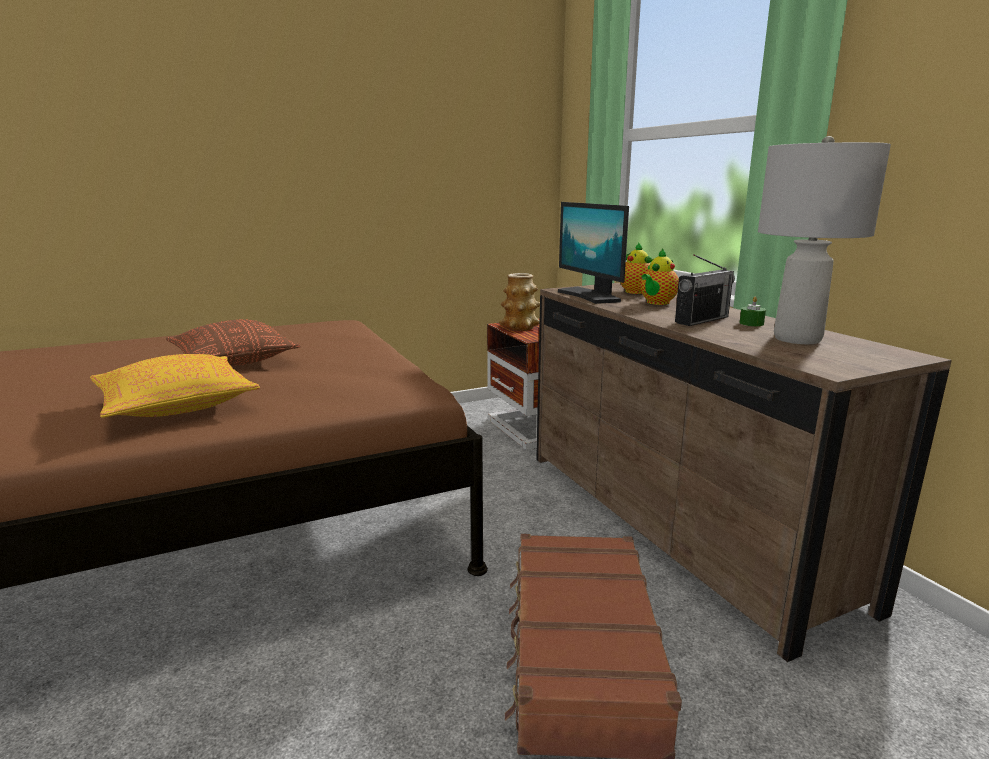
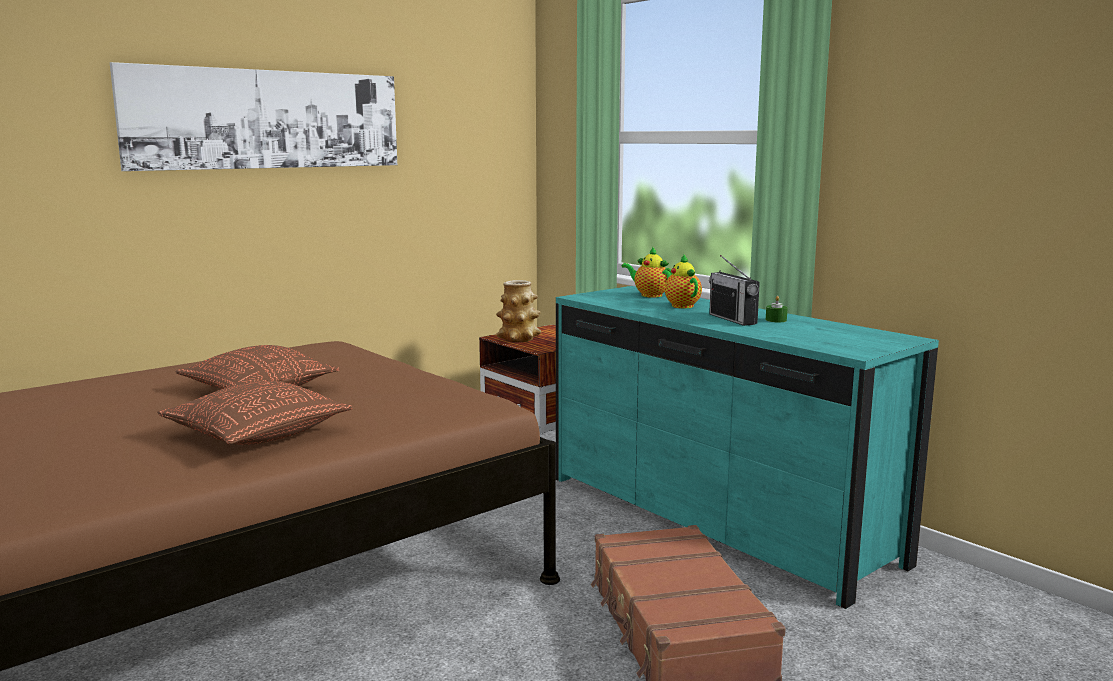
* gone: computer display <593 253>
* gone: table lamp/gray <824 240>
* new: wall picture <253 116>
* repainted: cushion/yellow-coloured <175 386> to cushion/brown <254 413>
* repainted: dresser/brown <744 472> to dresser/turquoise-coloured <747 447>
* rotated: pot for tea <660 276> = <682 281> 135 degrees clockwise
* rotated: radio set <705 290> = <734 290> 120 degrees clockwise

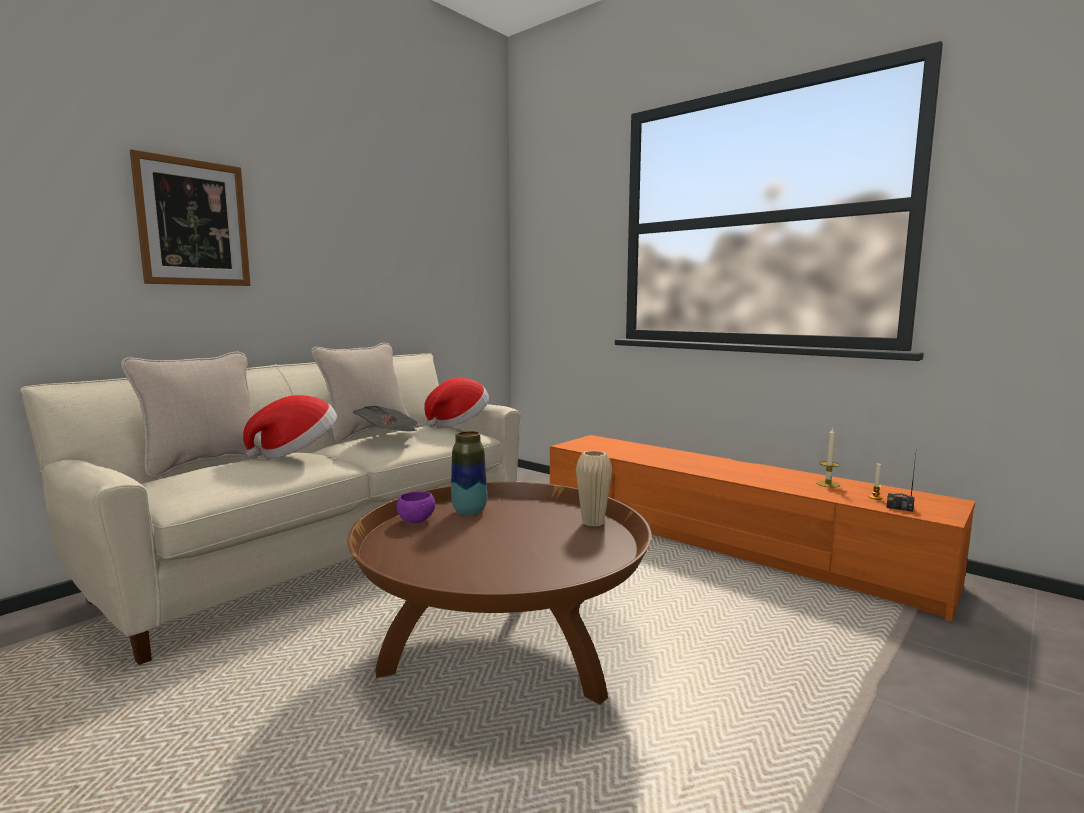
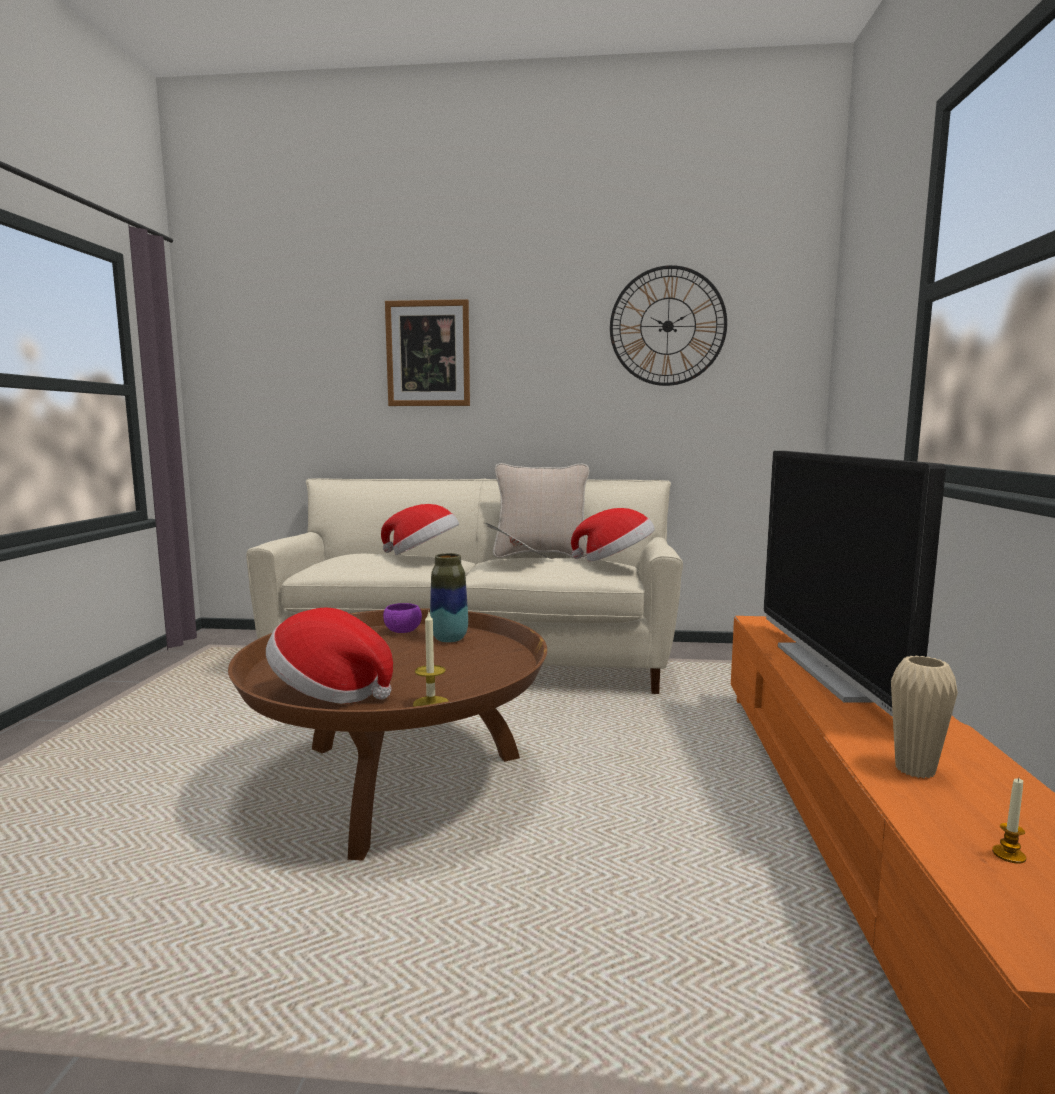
* gone: cushion/beige <193 415>
* gone: radio set <901 483>
* new: wearable hat <329 656>
* new: clock on the wall <668 325>
* new: TV set <855 584>
* shifted: decorative vase/beige <594 489> to <924 717>
* shifted: wax light <828 458> to <430 659>

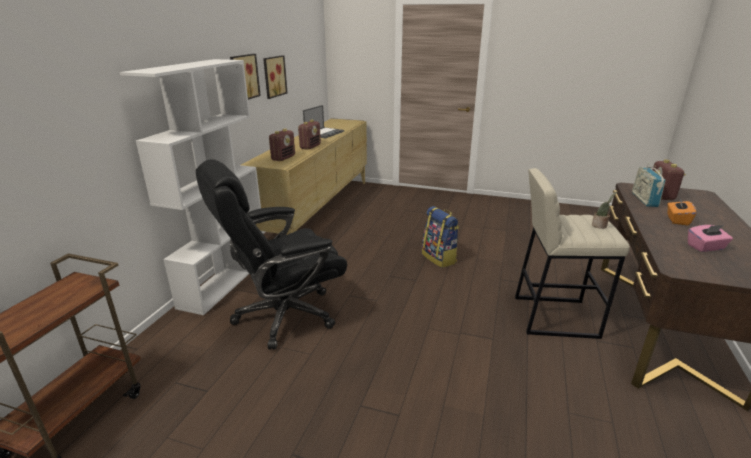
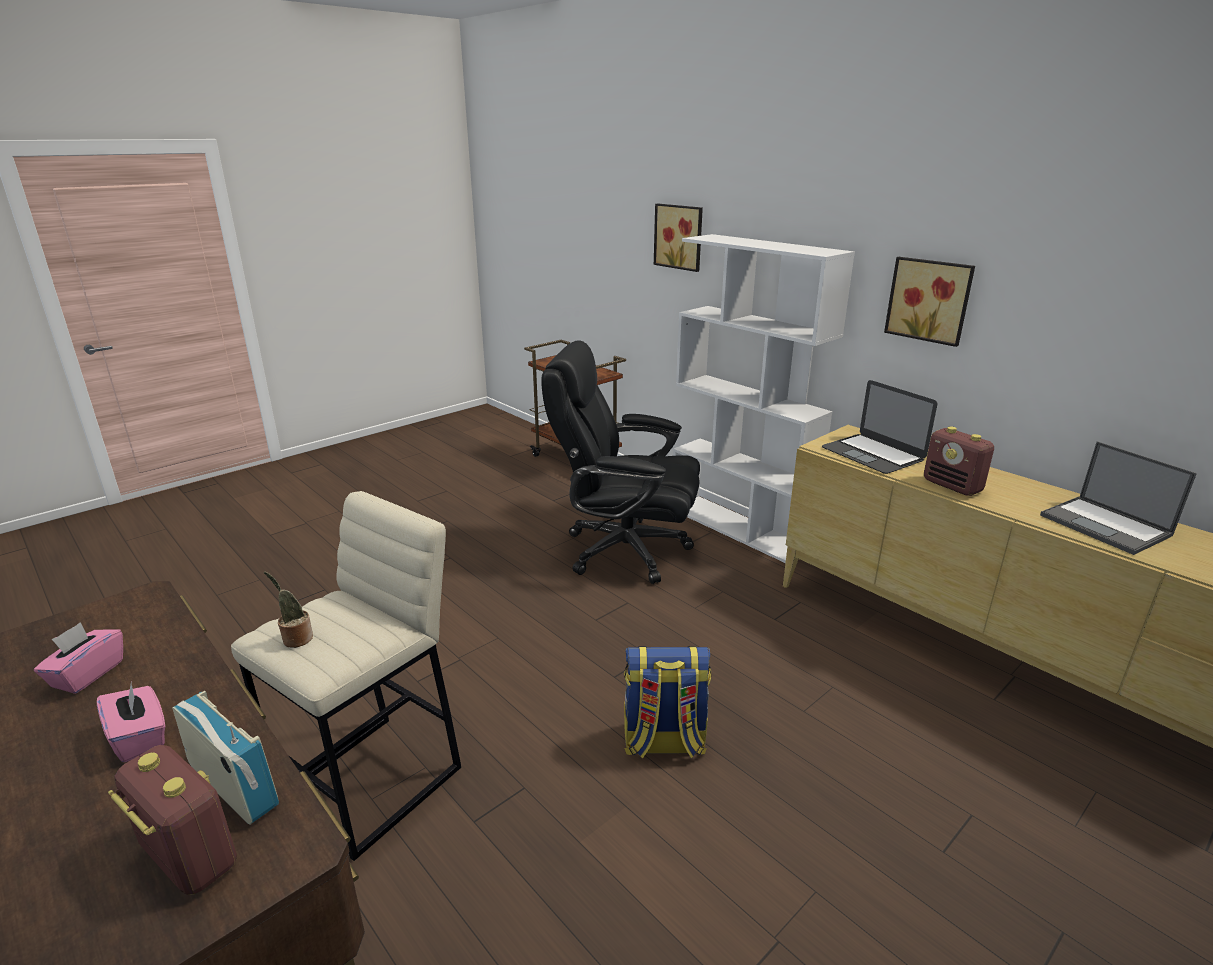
* shifted: wall picture <275 77> to <678 238>
* swapped: radio set <282 145> to notebook computer <879 427>
* repainted: tissue box/orange <681 212> to tissue box/pinkish <131 723>
* rotated: office chair/black-coloured <271 254> = <620 462> 75 degrees counterclockwise

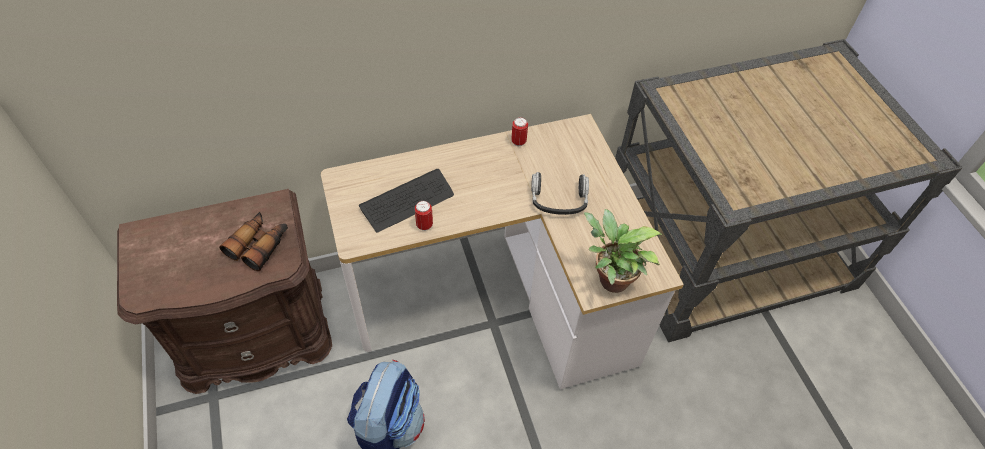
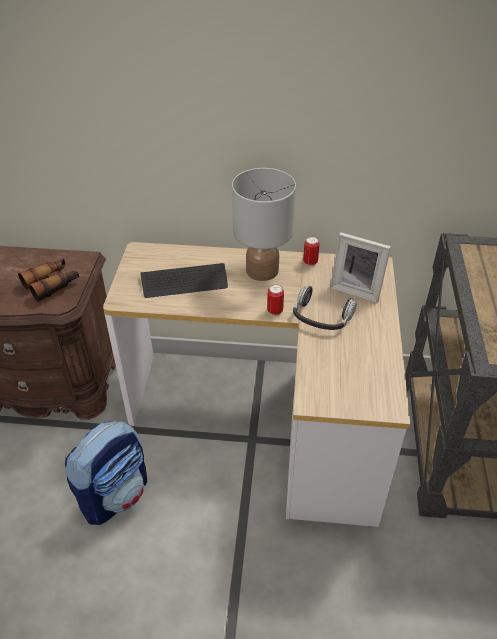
* gone: potted plant <623 251>
* new: table lamp/gray <264 224>
* new: standing frame <360 267>
* shifted: metal can <424 216> to <275 300>

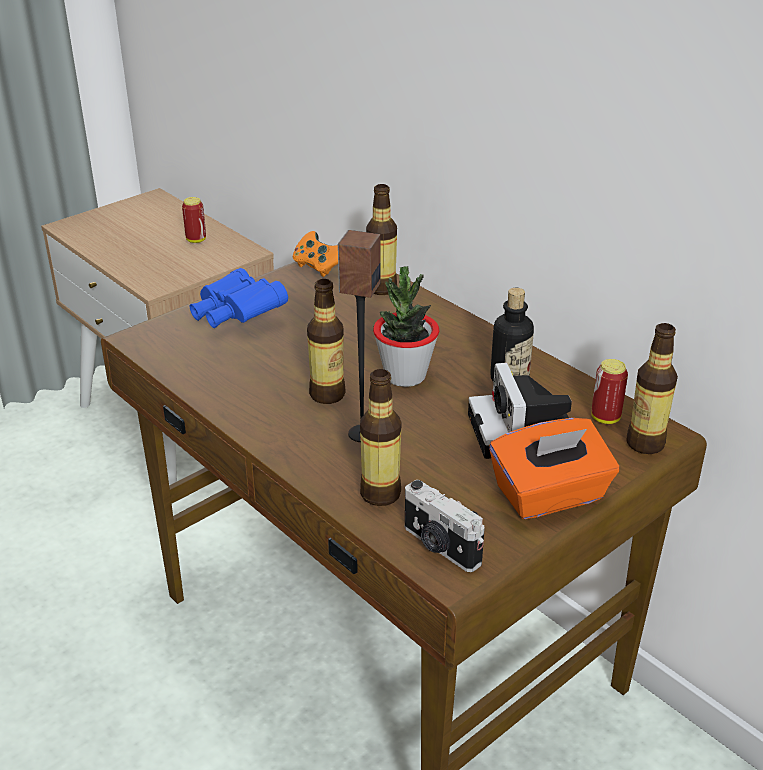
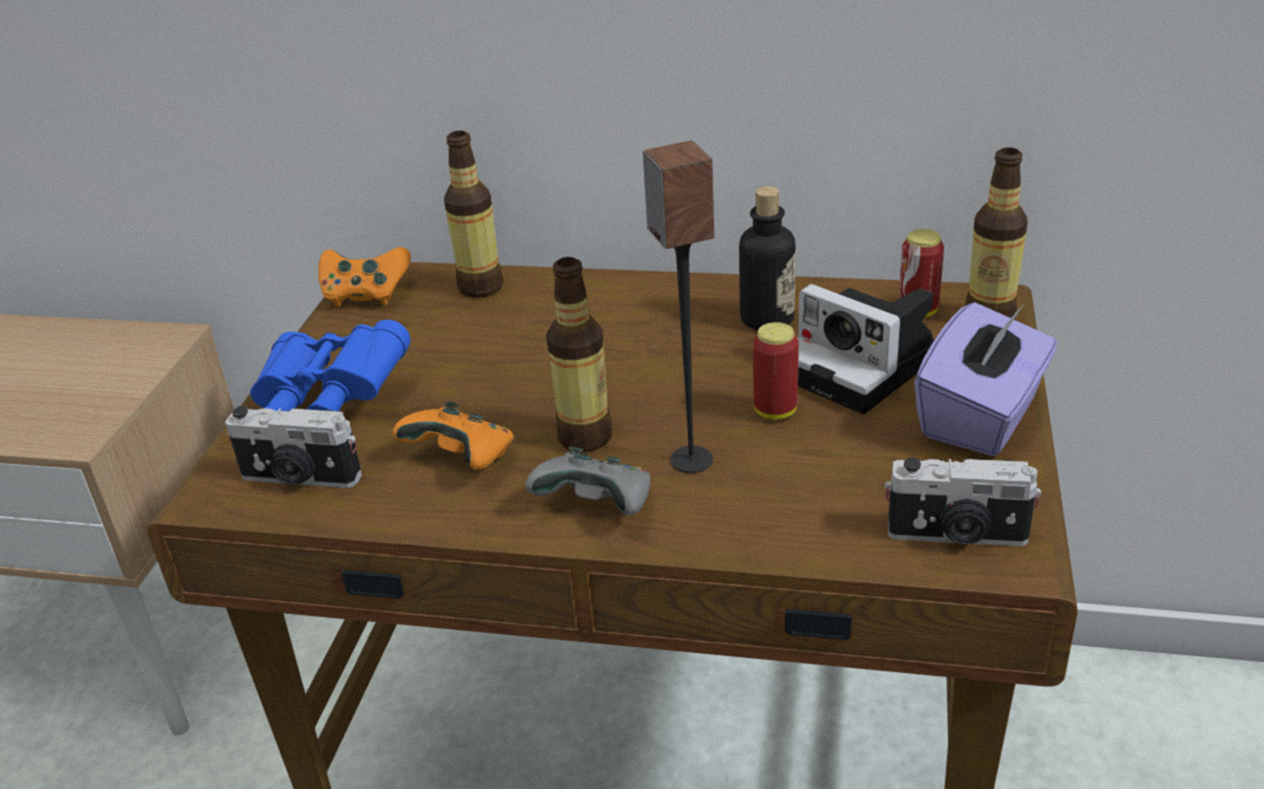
* gone: drink bottle <380 437>
* gone: potted plant <406 326>
* new: photo camera <293 447>
* new: gamepad/orange <453 435>
* new: gamepad/gray <588 481>
* shifted: metal can <194 220> to <776 371>
* repainted: tissue box/orange <554 468> to tissue box/purple <985 379>

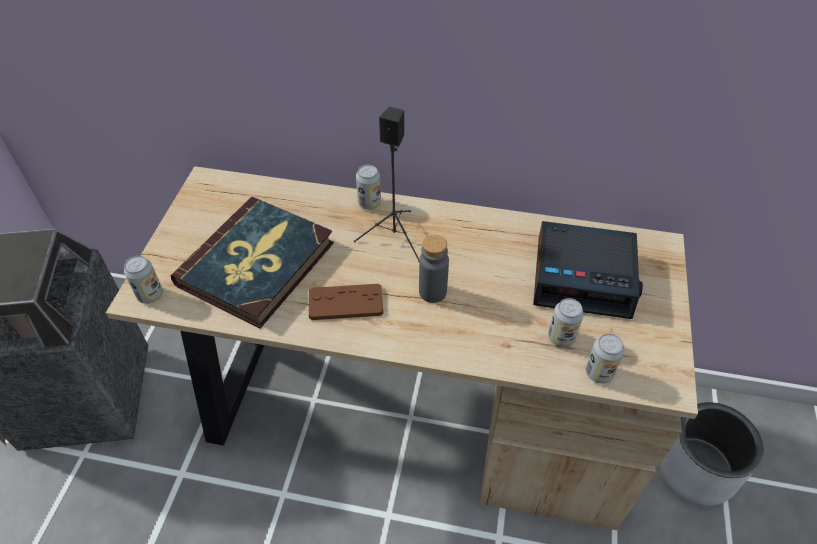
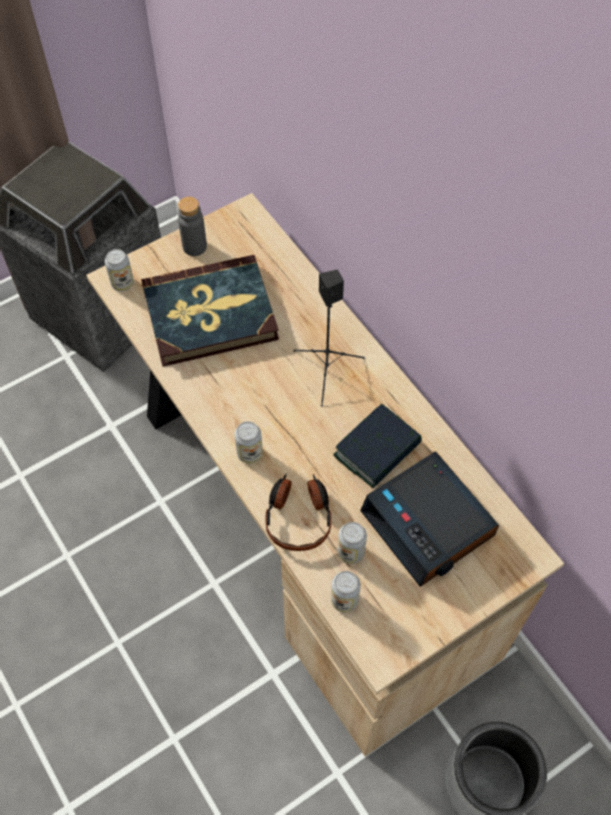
* gone: gamepad/brown <346 302>
* new: headset <299 512>
* new: volume <377 446>
* shifted: metal can <368 187> to <249 442>
* shifted: drink bottle/gray <434 269> to <192 226>

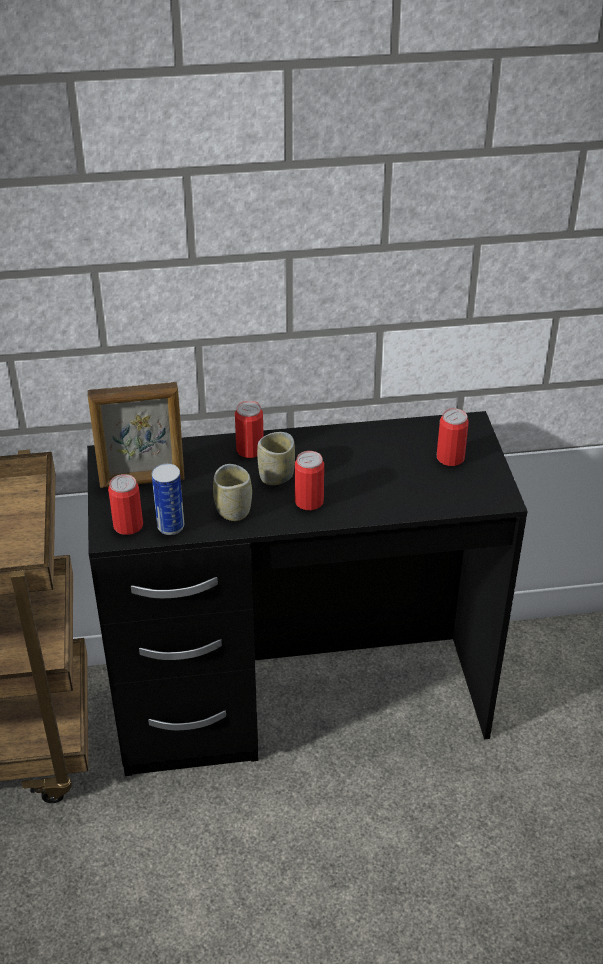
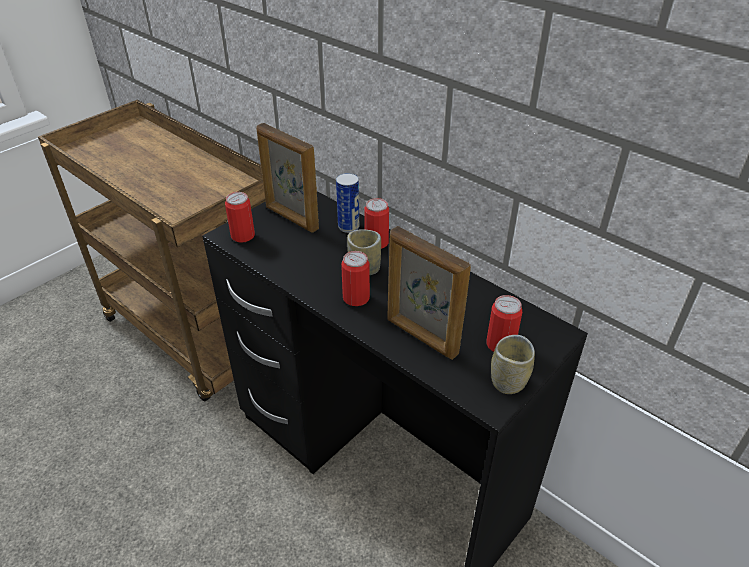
* new: standing frame <429 293>
* shifted: metal can <168 499> to <348 203>
* shifted: small cup <232 492> to <513 364>

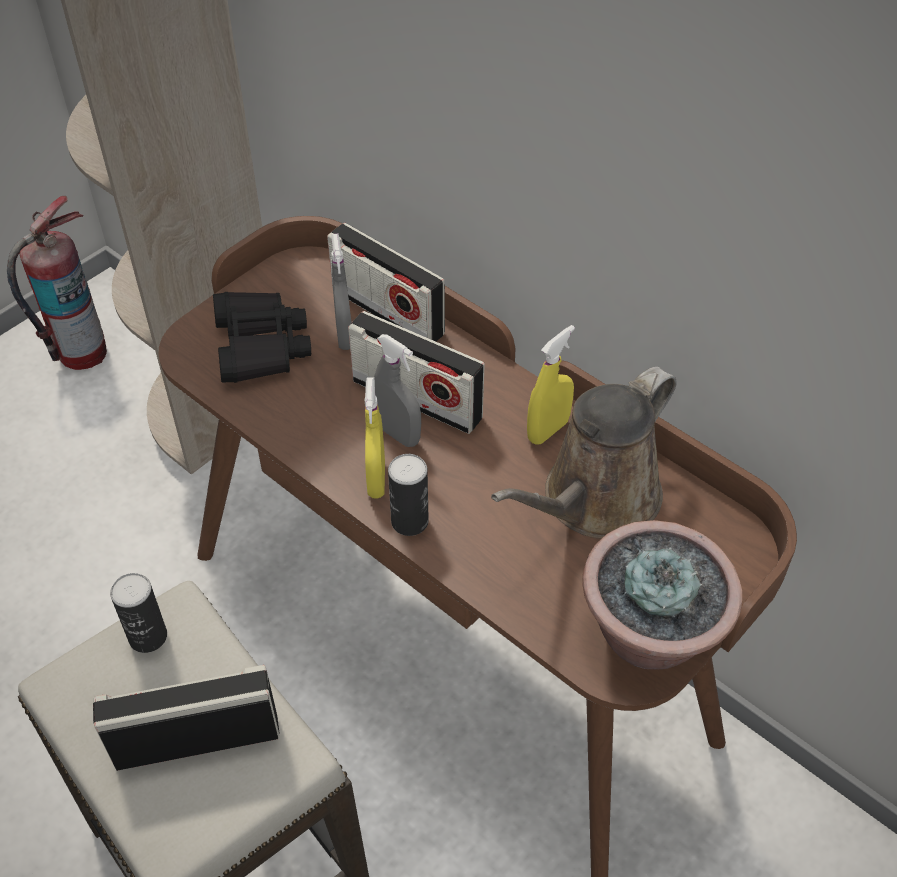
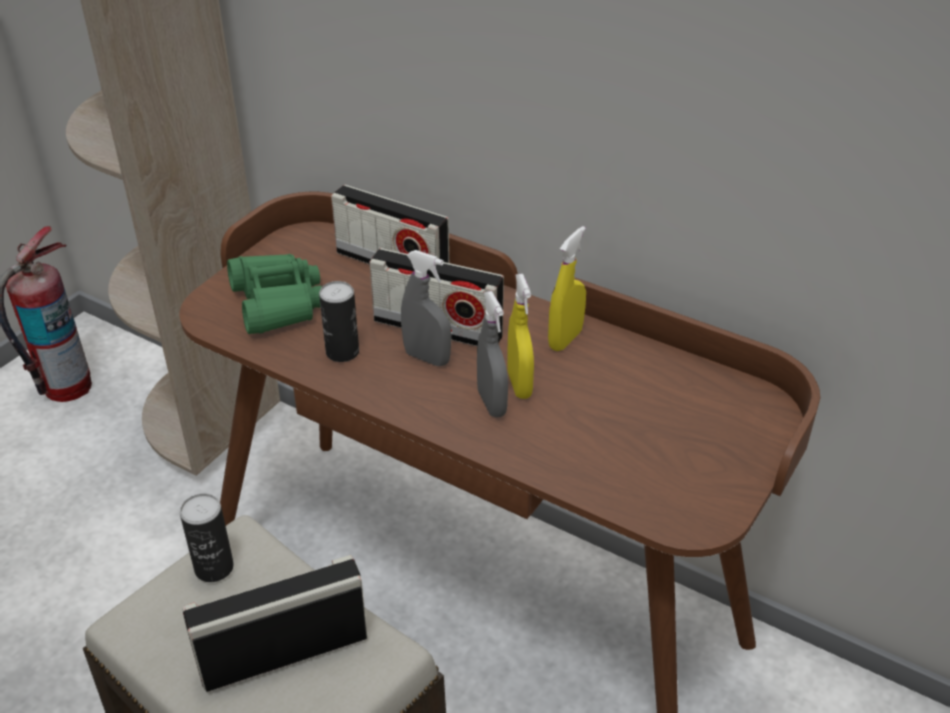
* gone: watering pot/brown <584 452>
* gone: potted plant <662 595>
* shifted: spray bottle/gray <341 291> to <492 354>
* shifted: spray bottle/yellow-coloured <375 438> to <520 336>
* shifted: metal can <408 495> to <339 321>
* repainted: pair of binoculars/black-coloured <262 337> to pair of binoculars/greenish <275 294>

